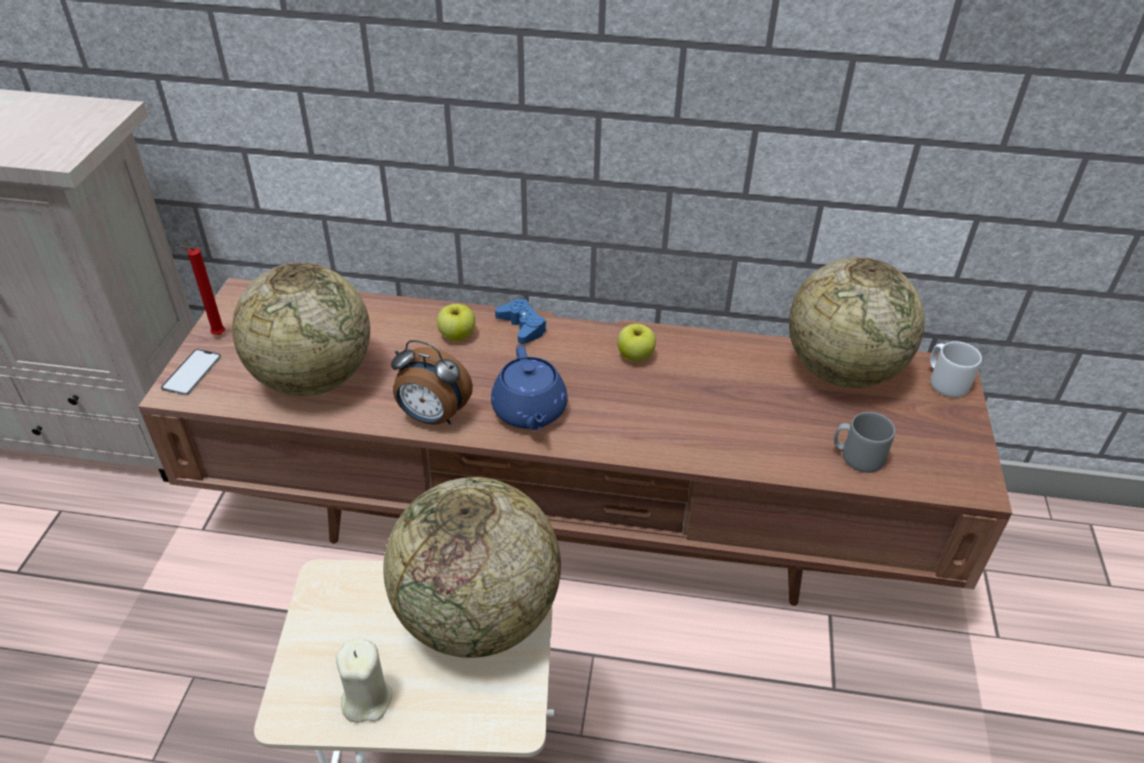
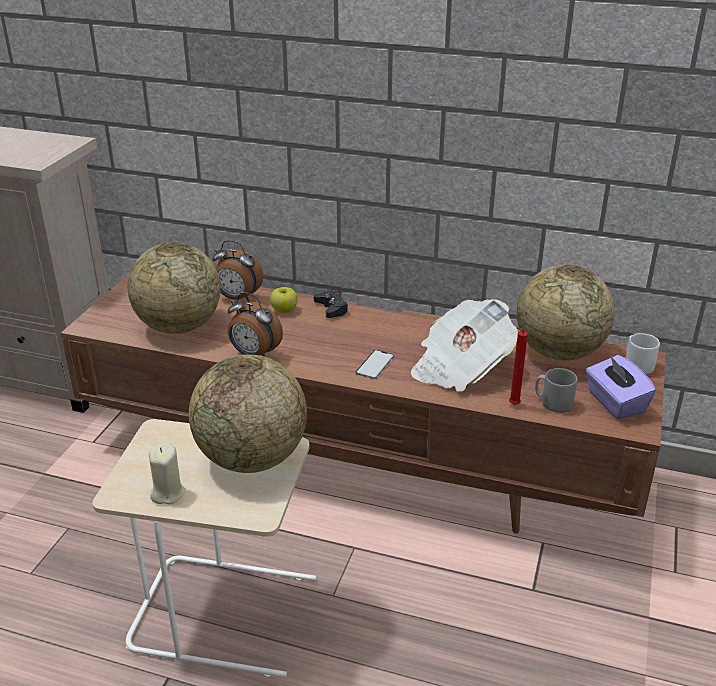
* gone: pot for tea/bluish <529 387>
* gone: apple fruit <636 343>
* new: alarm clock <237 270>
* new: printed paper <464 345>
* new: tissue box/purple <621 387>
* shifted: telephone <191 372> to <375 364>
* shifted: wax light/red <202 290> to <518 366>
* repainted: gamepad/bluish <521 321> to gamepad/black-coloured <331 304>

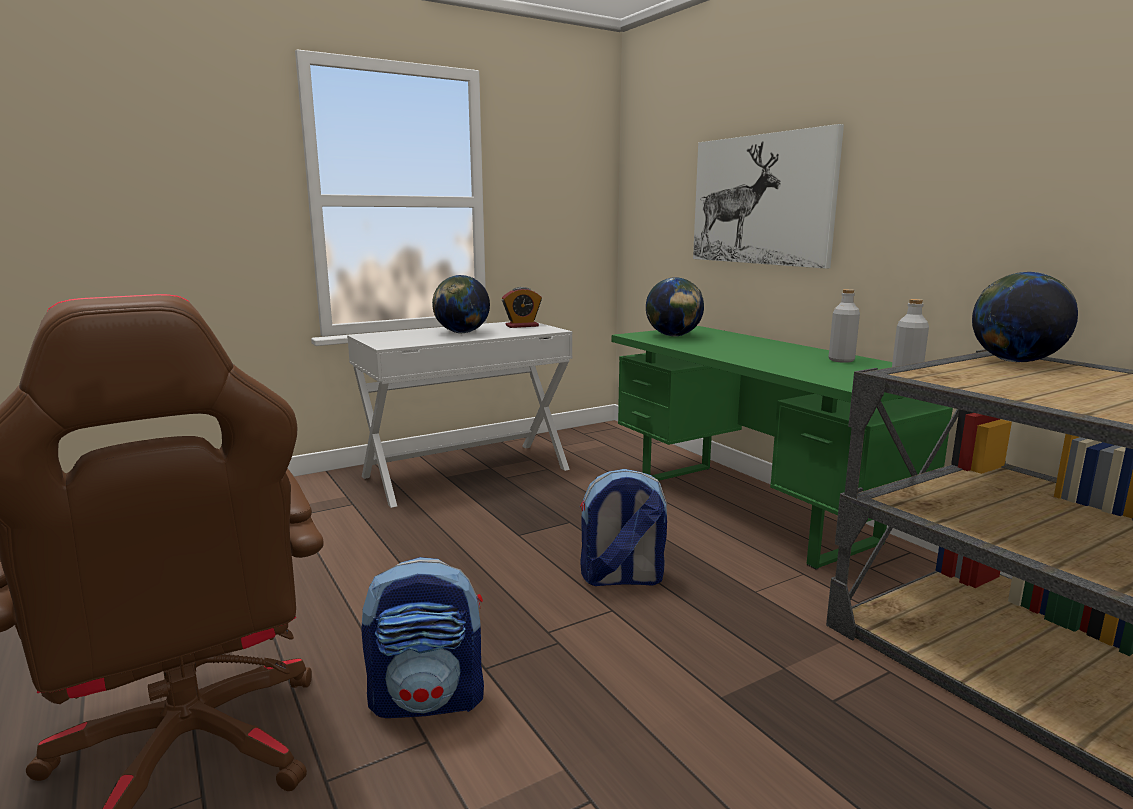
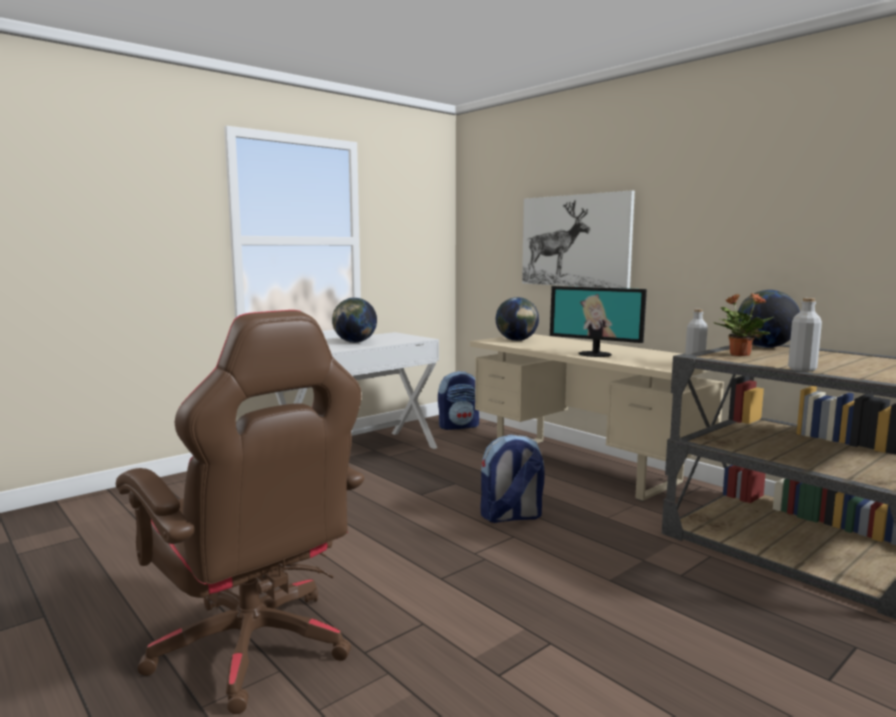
* gone: alarm clock <522 307>
* new: computer display <598 321>
* new: potted plant <744 324>
* shifted: knapsack <422 637> to <458 400>
* shifted: drink bottle/gray <844 326> to <805 335>
* repainted: desk table/greenish <782 448> to desk table/beige <597 417>

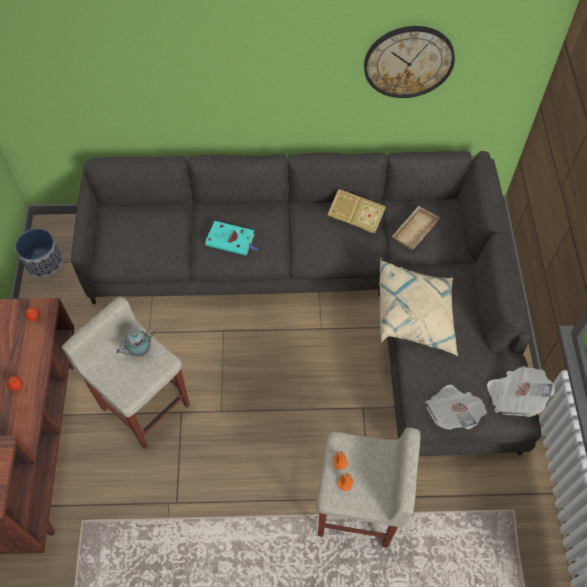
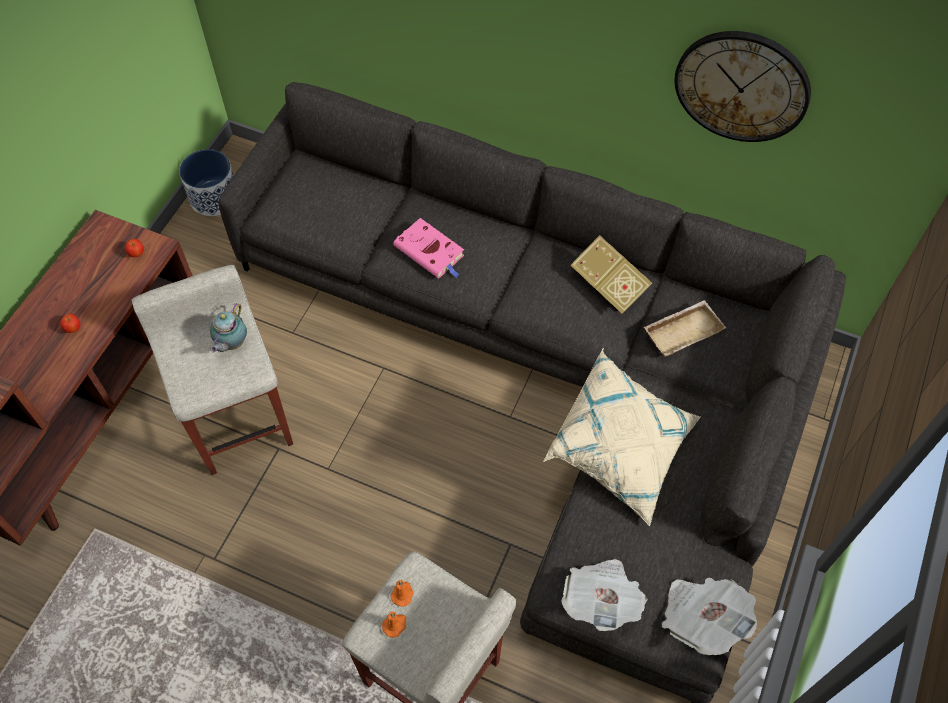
* repainted: volume/turquoise-coloured <231 238> to volume/pinkish <428 248>
* rotated: pot for tea <136 342> = <228 328> 60 degrees counterclockwise

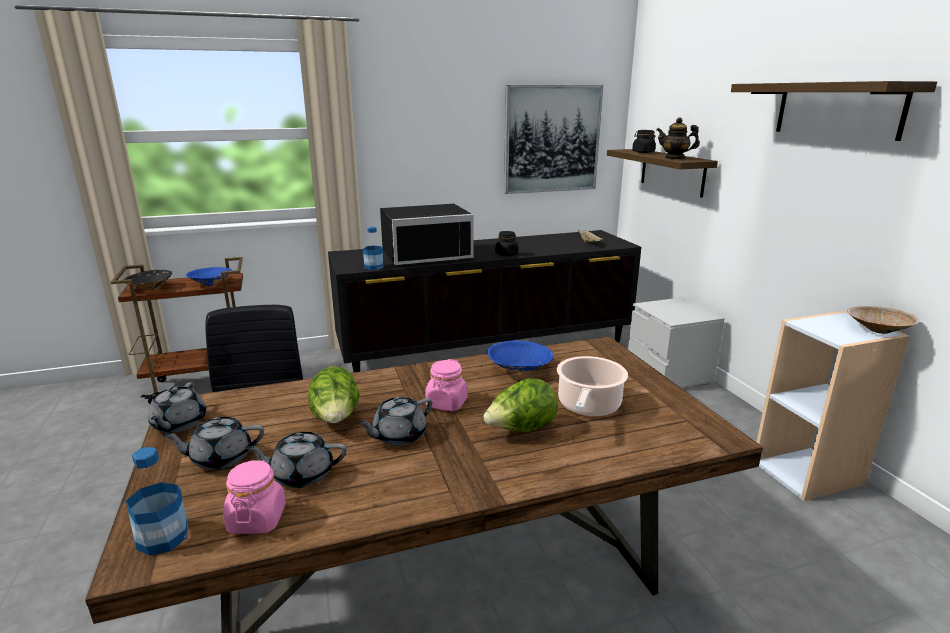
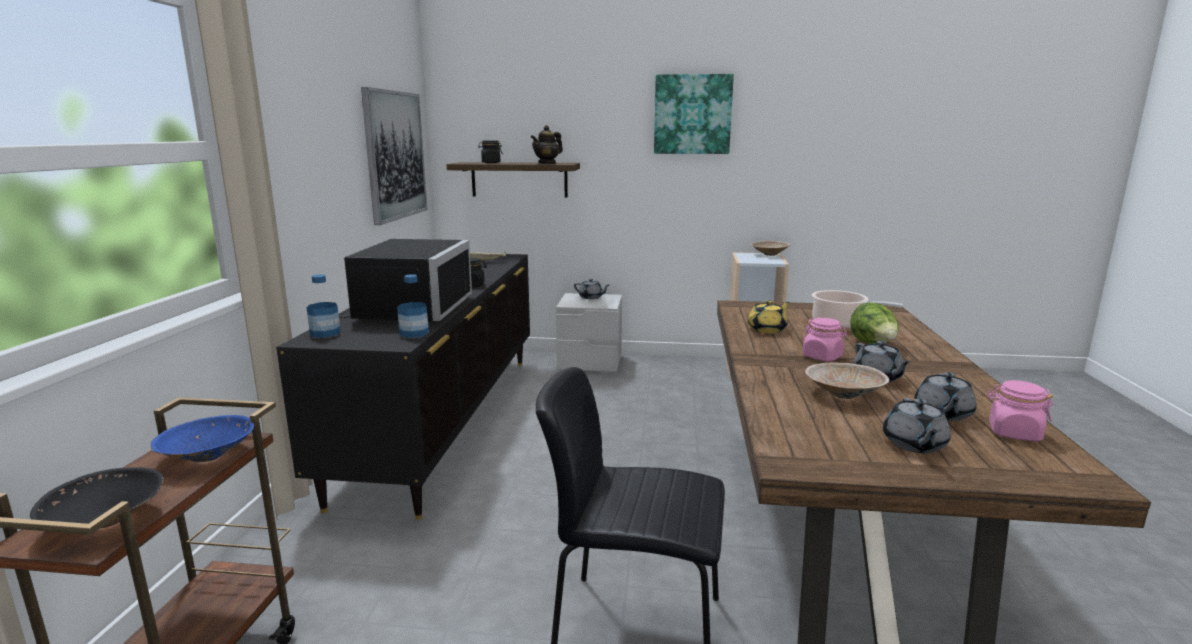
* shifted: drink bottle <157 501> to <323 305>
* shifted: pot for tea/gray <177 407> to <591 289>
* swapped: lettuce <333 394> to serving bowl/beige <847 381>
* swapped: serving bowl/bluish <521 357> to pot for tea/yellow-coloured <768 316>
* swapped: shelf <834 111> to wall picture <694 114>

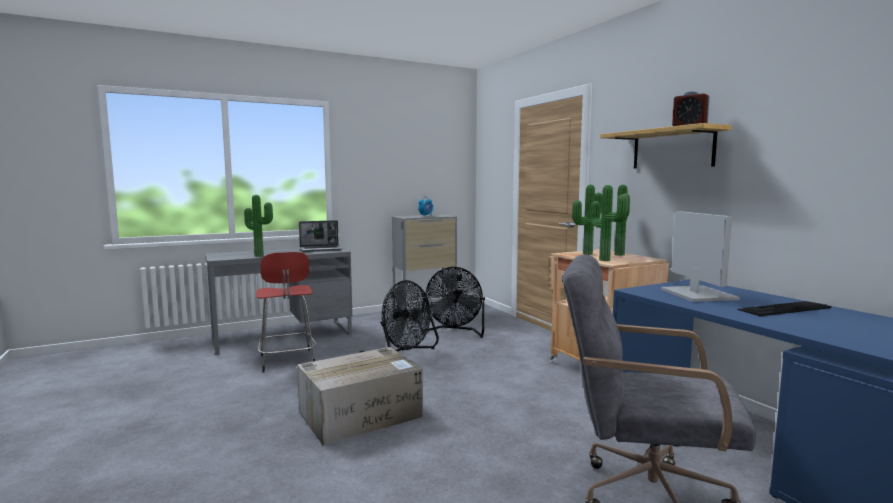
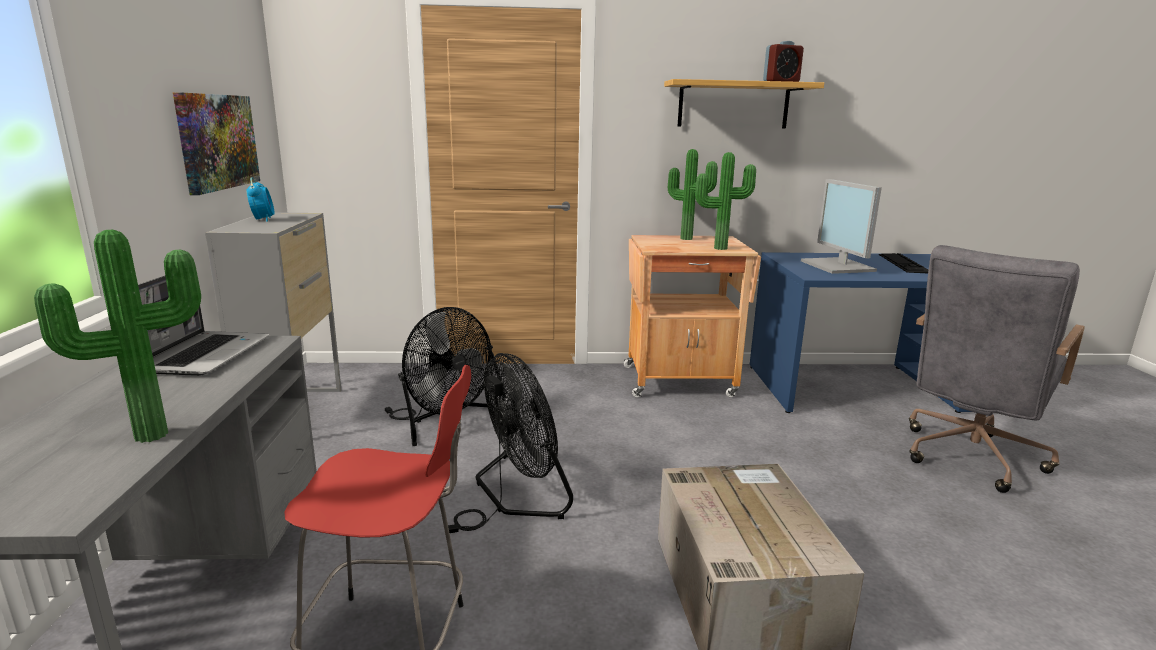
* gone: potted plant <587 220>
* new: wall picture <216 143>
* rotated: computer display <700 256> = <841 226> 120 degrees counterclockwise

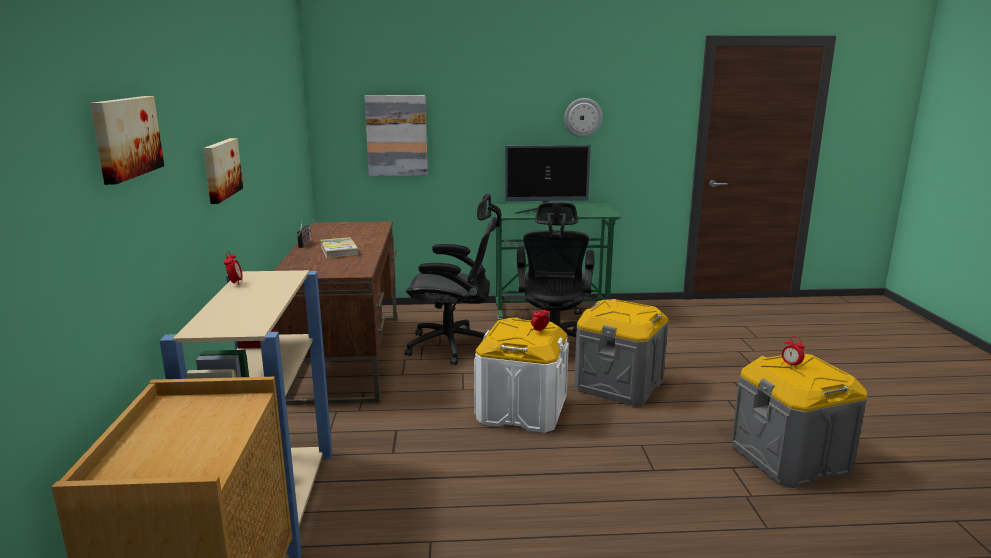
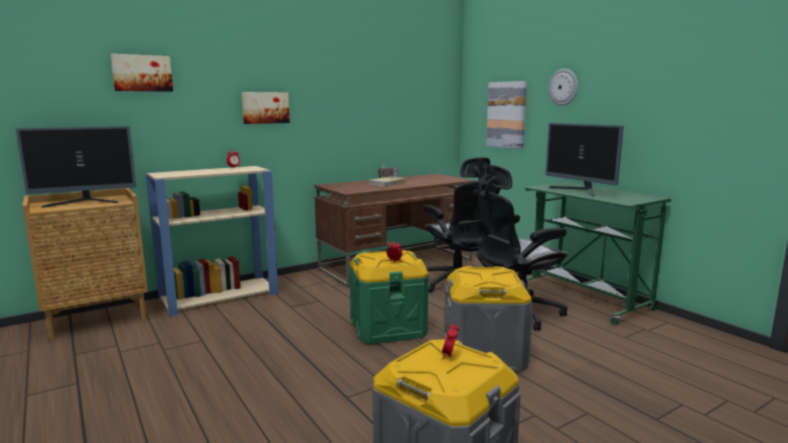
* new: computer display <76 167>
* shifted: clock on the wall <583 117> to <563 87>
* repainted: storage box/white-coloured <521 375> to storage box/greenish <389 297>

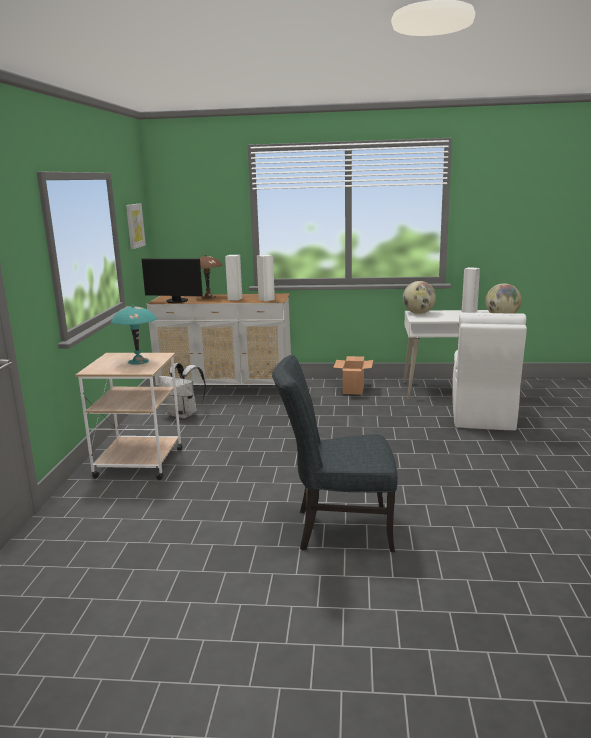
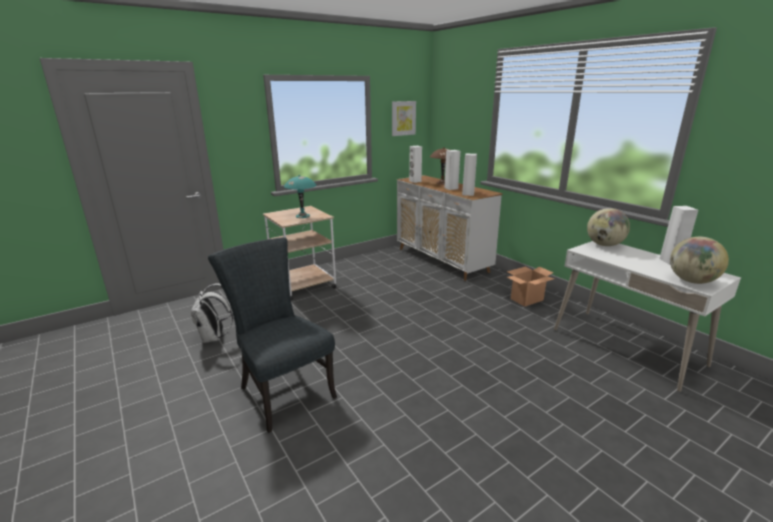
* gone: plain chair/white-coloured <489 371>
* shifted: knapsack/white-coloured <182 391> to <212 313>
* swapped: computer display <172 280> to audio speaker/white-coloured <415 164>

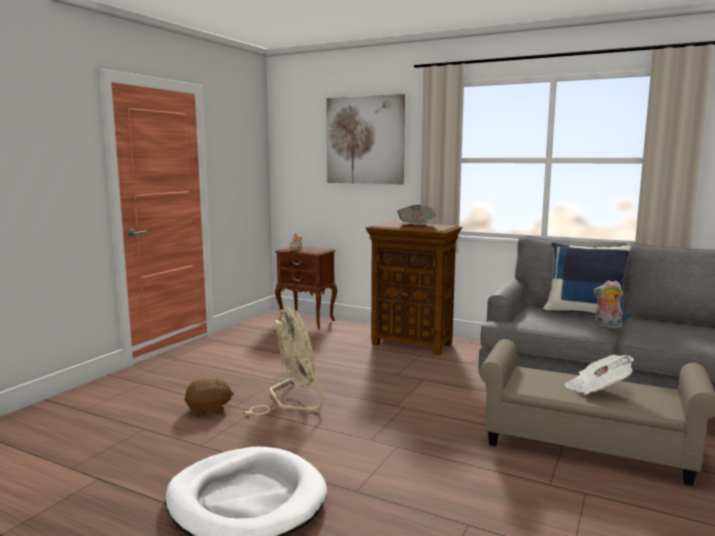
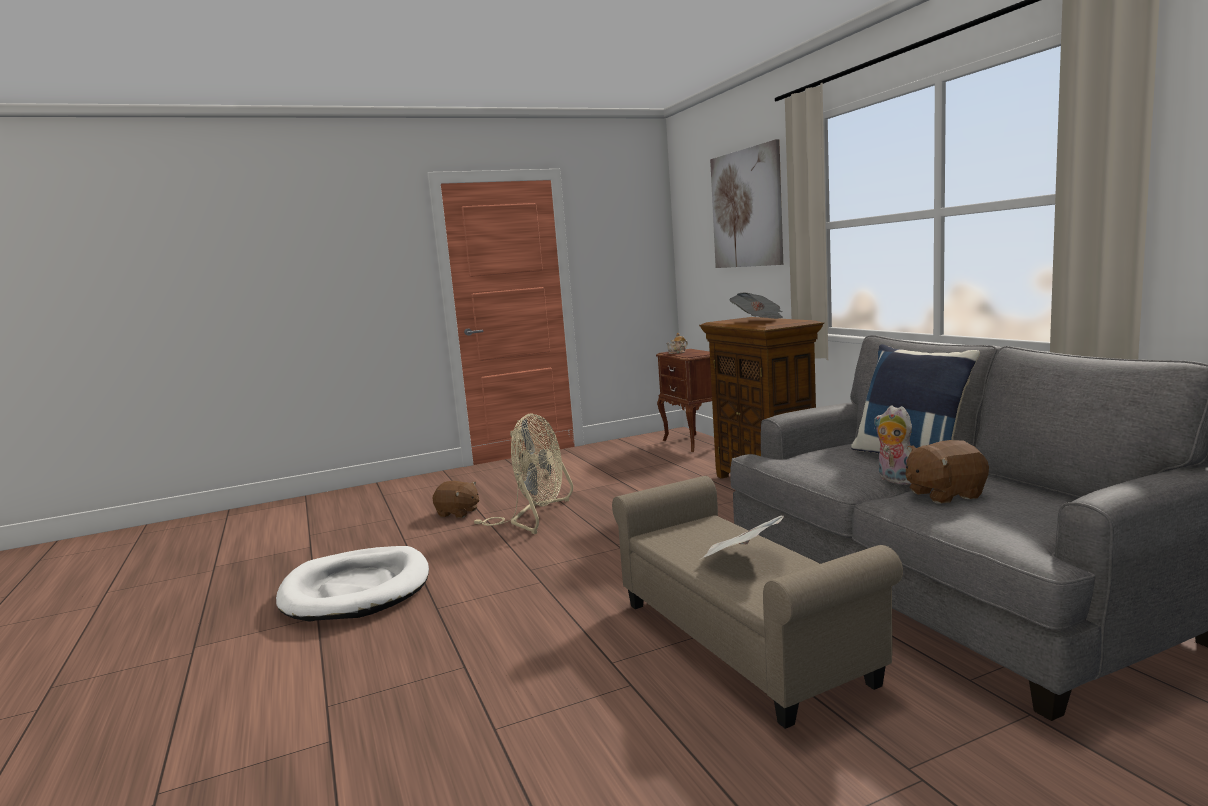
* new: plush toy/brown <947 472>

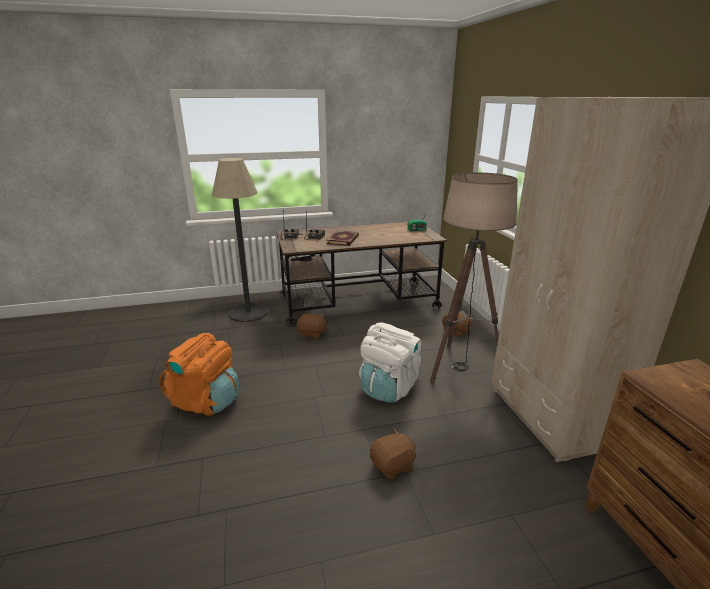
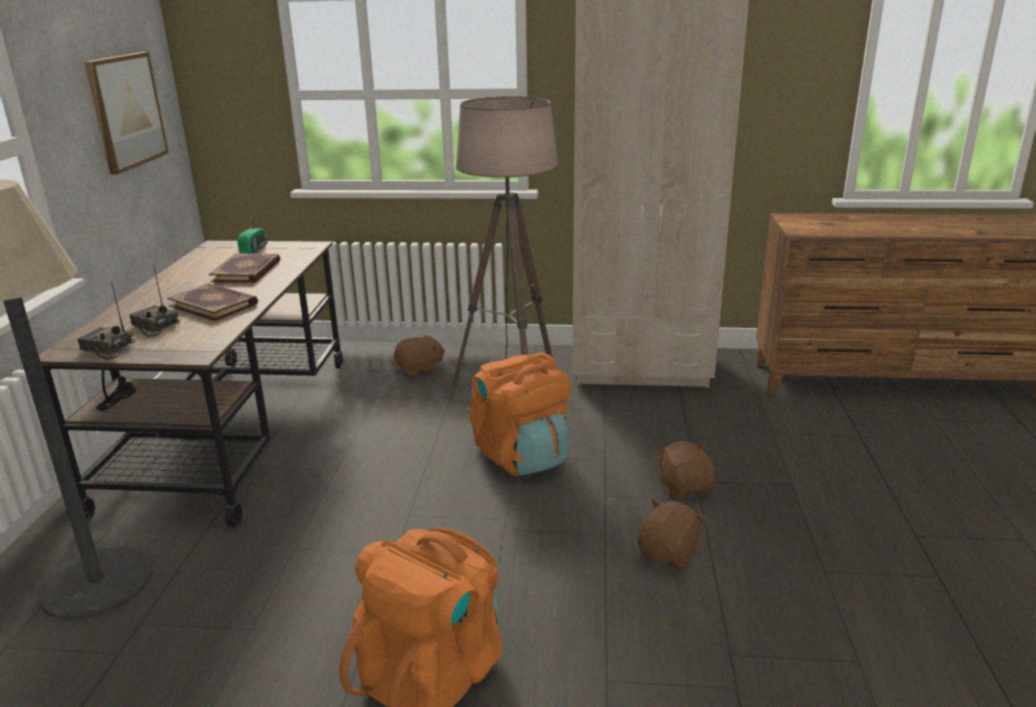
* new: wall picture <126 113>
* new: volume <244 268>
* shifted: plush toy/brown <312 326> to <672 534>
* repainted: knapsack/white-coloured <390 362> to knapsack/orange <519 414>

